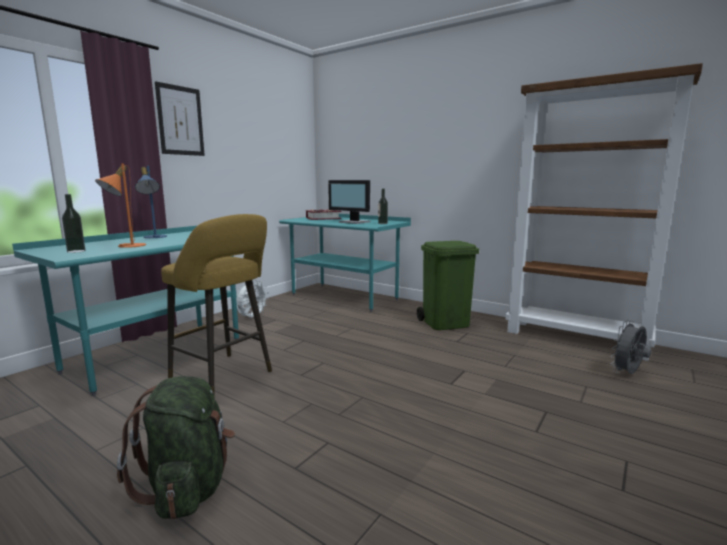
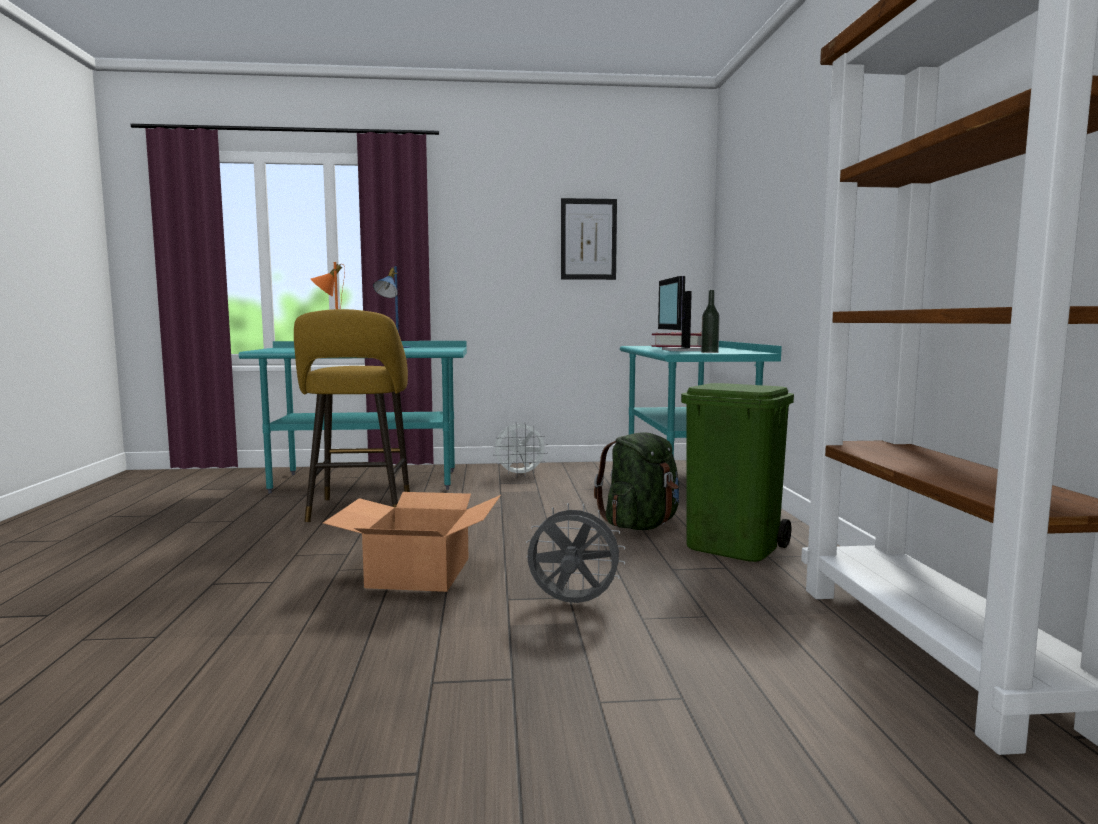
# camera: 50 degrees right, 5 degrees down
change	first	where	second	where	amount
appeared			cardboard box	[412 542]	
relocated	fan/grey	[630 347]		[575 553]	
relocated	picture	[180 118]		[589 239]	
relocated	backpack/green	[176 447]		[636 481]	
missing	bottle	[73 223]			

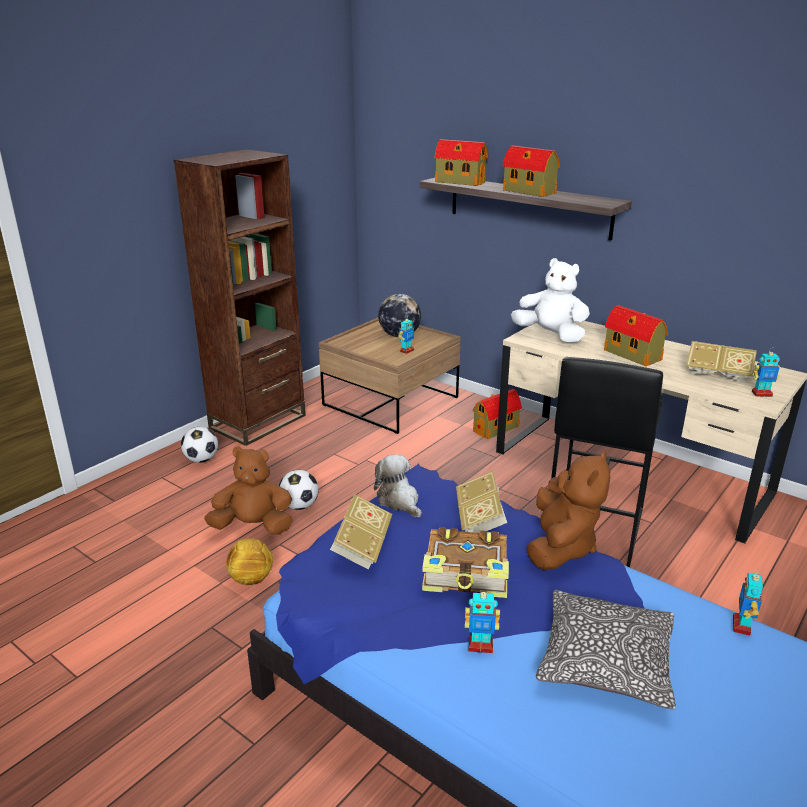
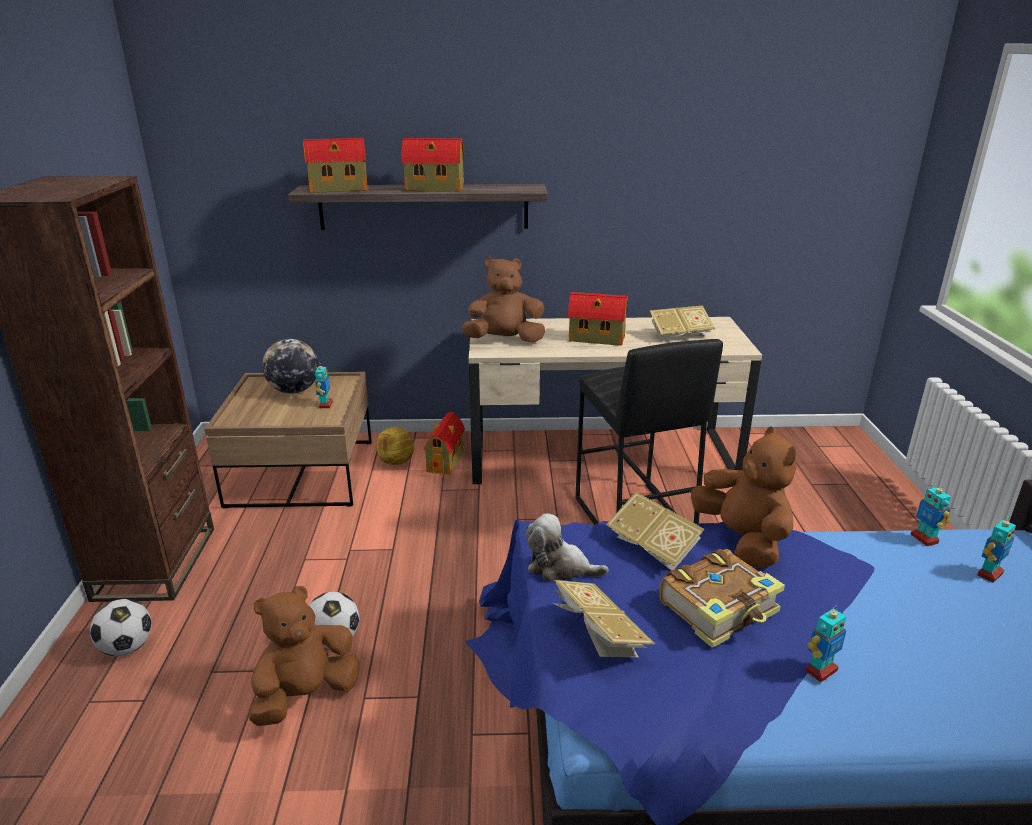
# camera: 40 degrees left, 0 degrees up
change	first	where	second	where	amount
relocated	football	[250 561]		[395 446]	
colour	plush toy/white	[550 300]	plush toy/brown	[503 300]	
relocated	toy robot	[766 373]		[996 549]	
missing	pillow	[606 650]			

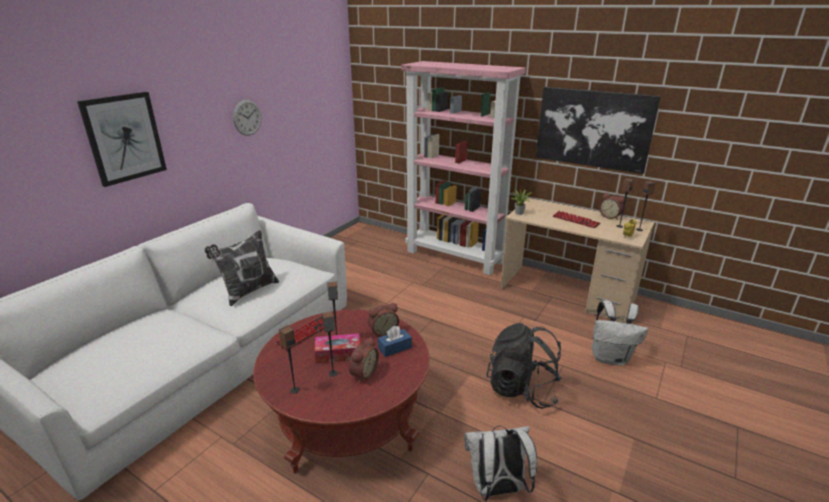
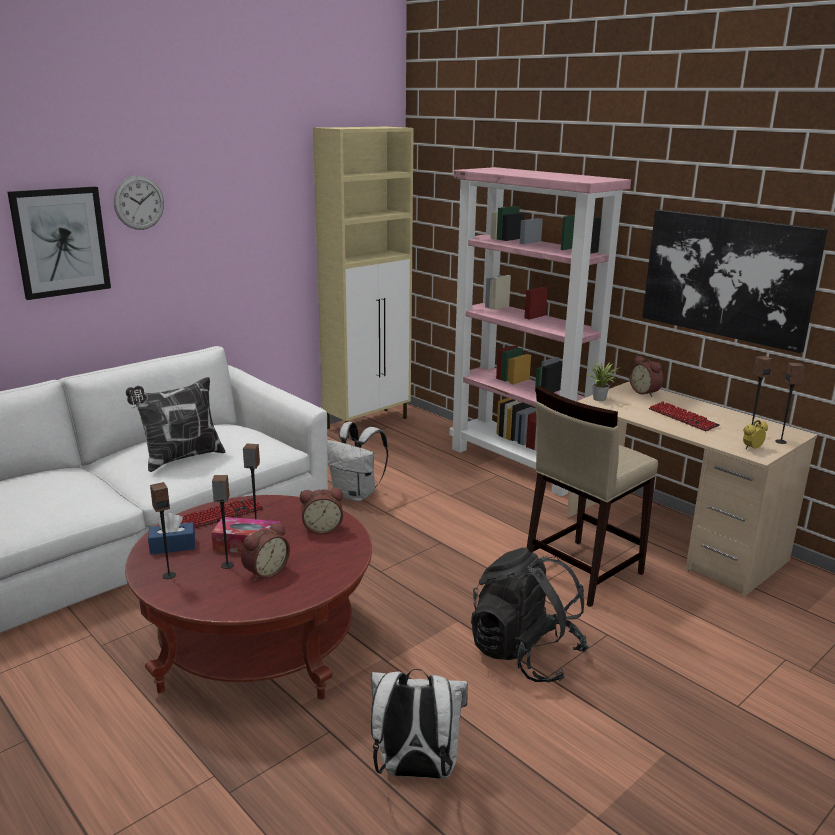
# camera: 15 degrees right, 5 degrees down
change	first	where	second	where	amount
relocated	wall clock	[247 118]		[139 203]	
relocated	tissue box/blue	[395 341]		[171 534]	
appeared			cabinet/beige	[363 282]	
relocated	backpack/white	[619 333]		[357 462]	
appeared			stool/beige	[592 496]	
relocated	alarm clock	[612 206]		[646 376]	

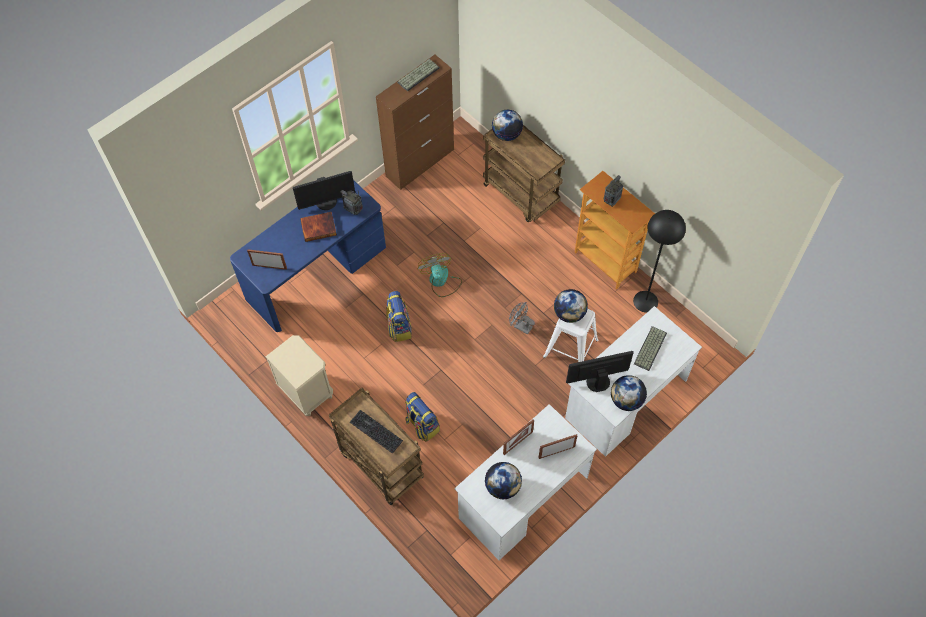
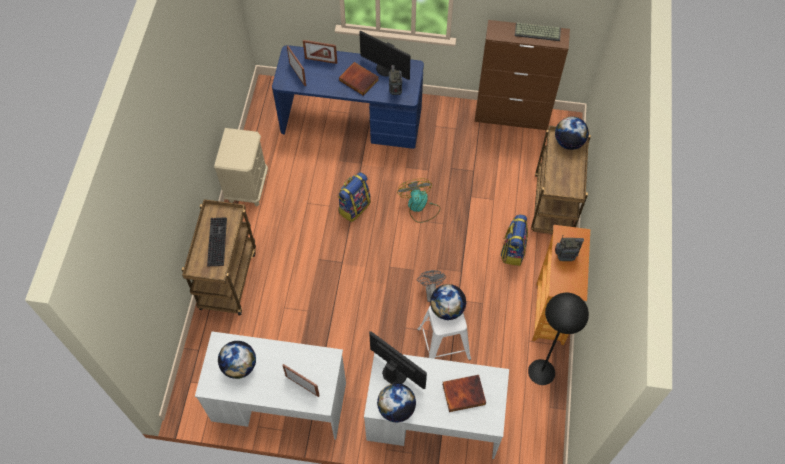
# camera: 50 degrees right, 0 degrees up
change	first	where	second	where	amount
relocated	picture frame	[518 437]		[320 52]	
spun	fan	[439 275]		[419 201]	45 degrees counterclockwise
exchanged	keyboard	[650 348]	book	[464 393]	
relocated	backpack	[422 417]		[514 240]	

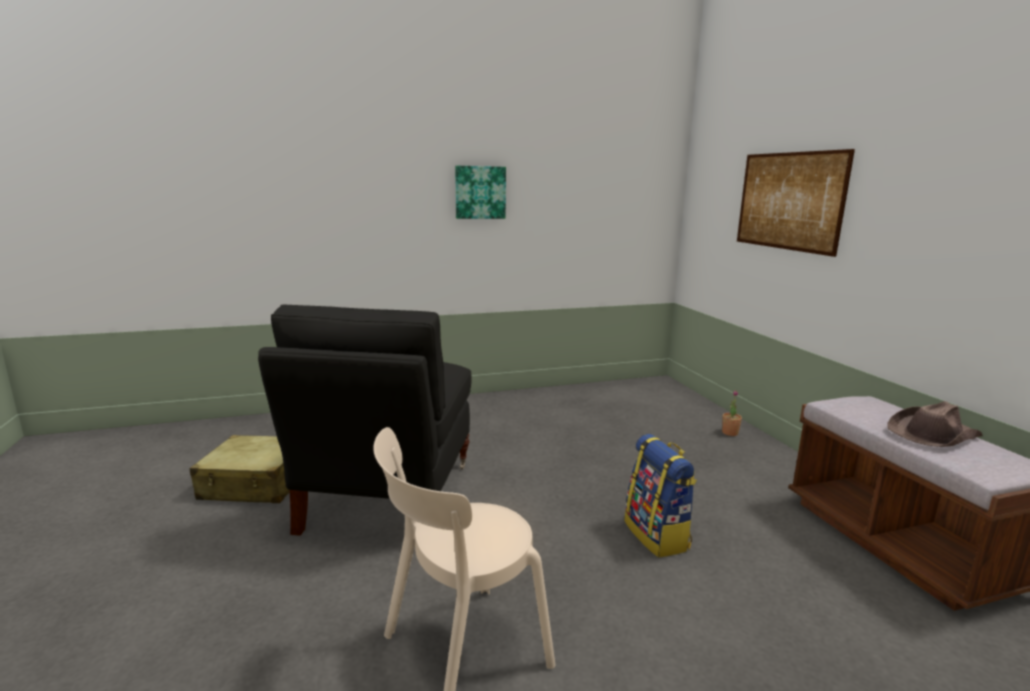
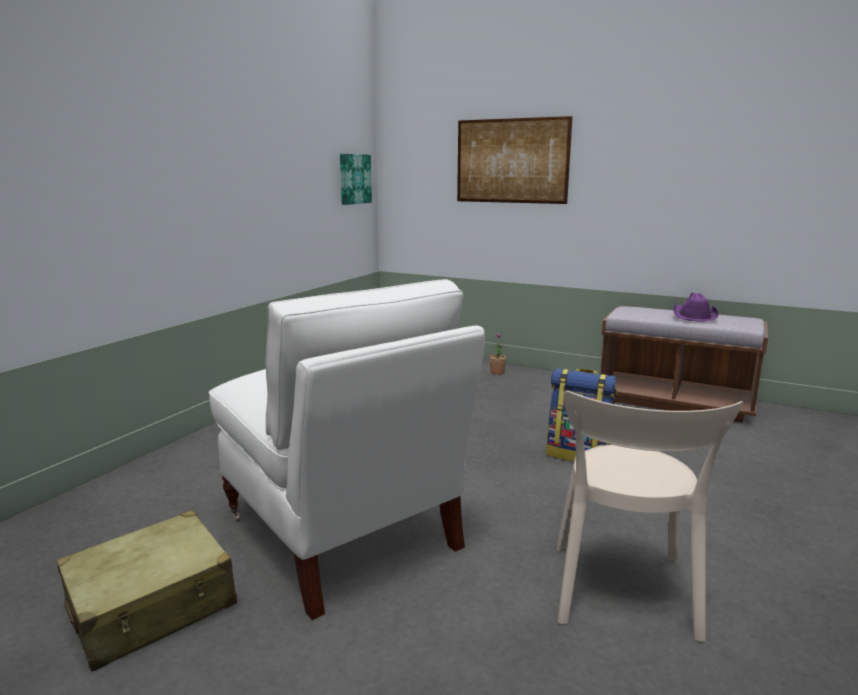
# camera: 45 degrees left, 0 degrees up
change	first	where	second	where	amount
colour	armchair/black	[365 420]	armchair/white	[347 449]	
relocated	picture	[480 192]		[356 179]	
colour	hat/brown	[935 424]	hat/purple	[696 307]	

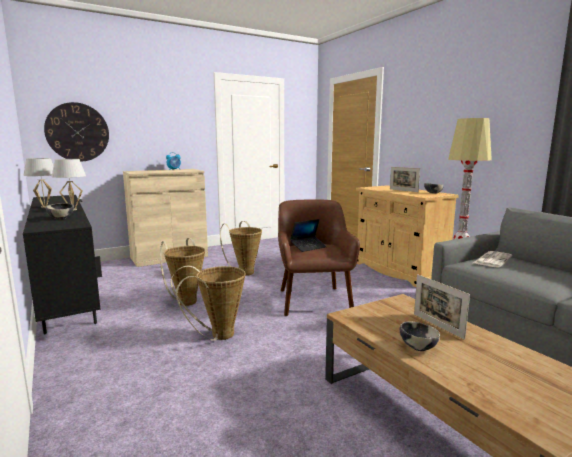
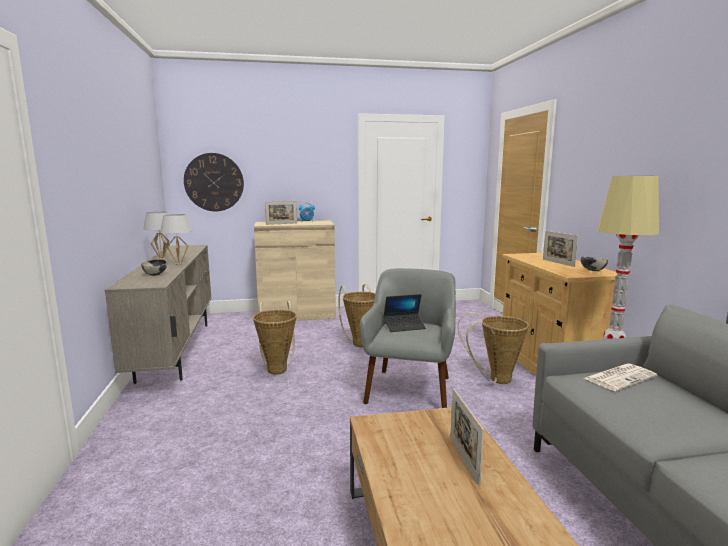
# camera: 20 degrees right, 0 degrees up
change	first	where	second	where	amount
colour	tv stand/black	[62 265]	tv stand/beige	[158 314]	
appeared			picture frame	[281 213]	
colour	armchair/brown	[319 257]	armchair/grey	[408 338]	
relocated	basket	[208 303]		[493 348]	
missing	bowl	[420 336]			

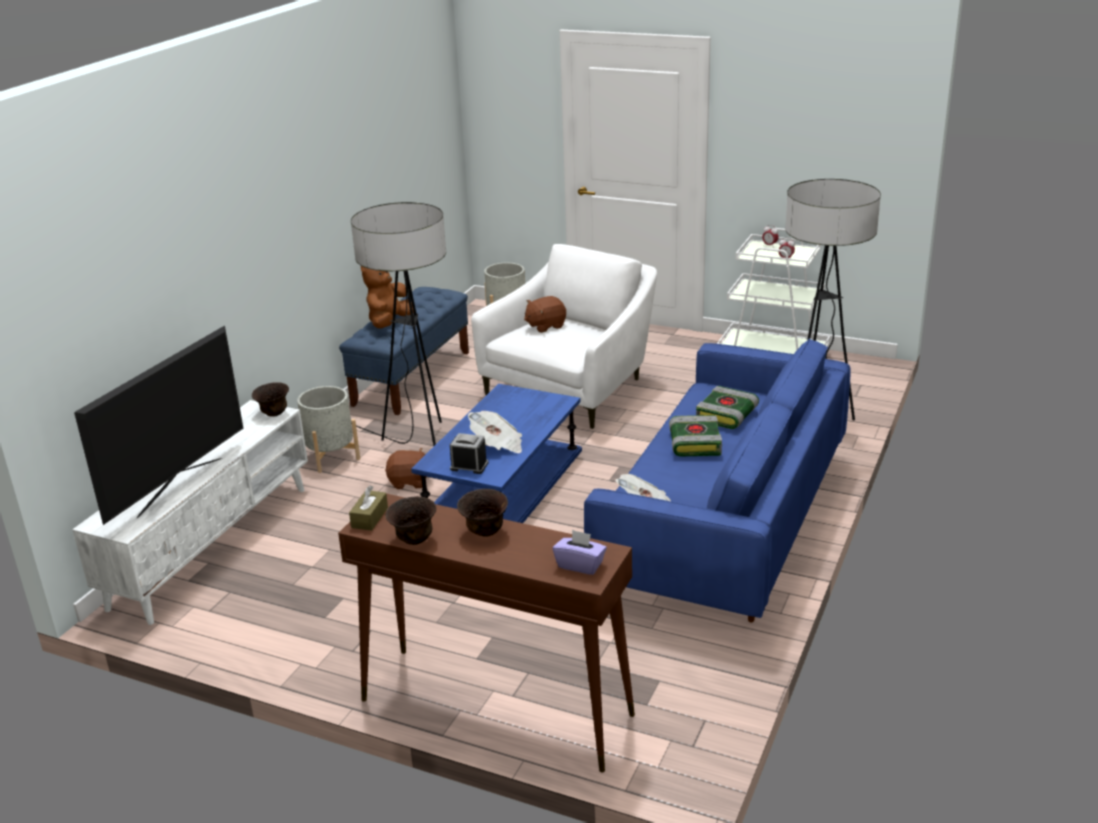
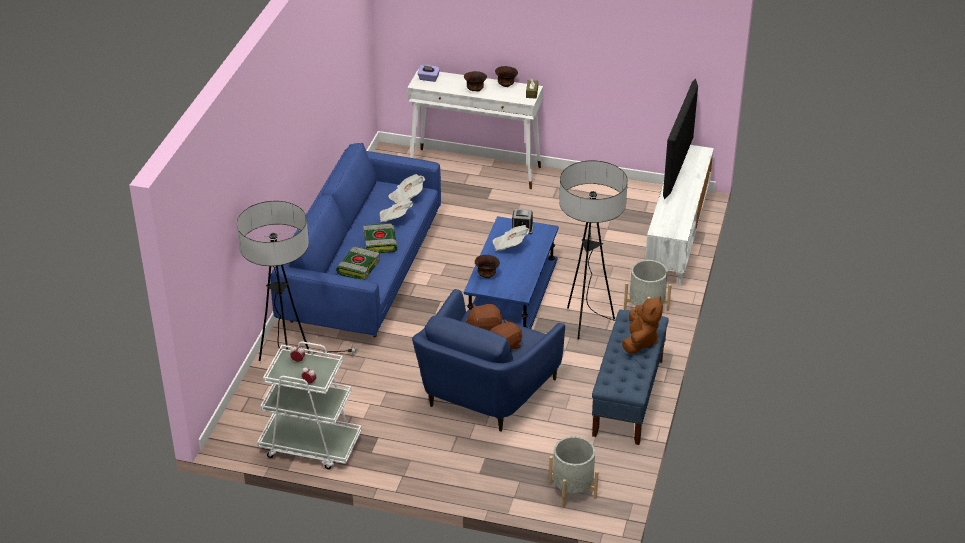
# camera: 170 degrees right, 10 degrees up
change	first	where	second	where	amount
appeared			newspaper	[396 210]	
colour	console table/brown	[486 632]	console table/white	[475 129]	
colour	armchair/white	[564 336]	armchair/blue	[488 360]	
relocated	plush toy/brown	[406 468]		[484 317]	
relocated	bowl/brown	[270 399]		[487 266]	

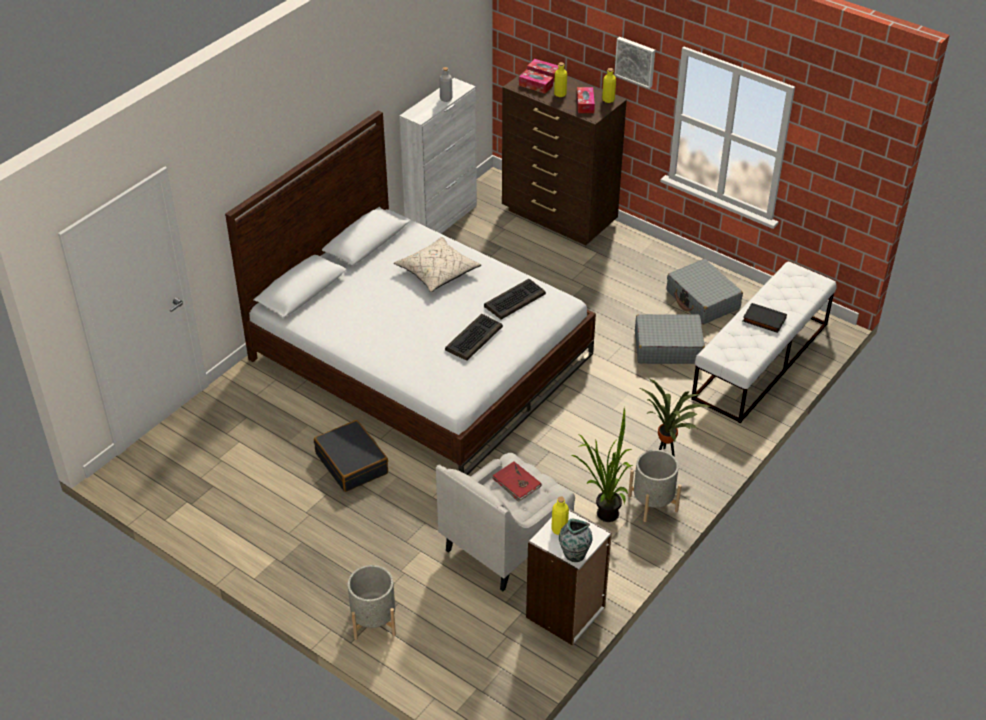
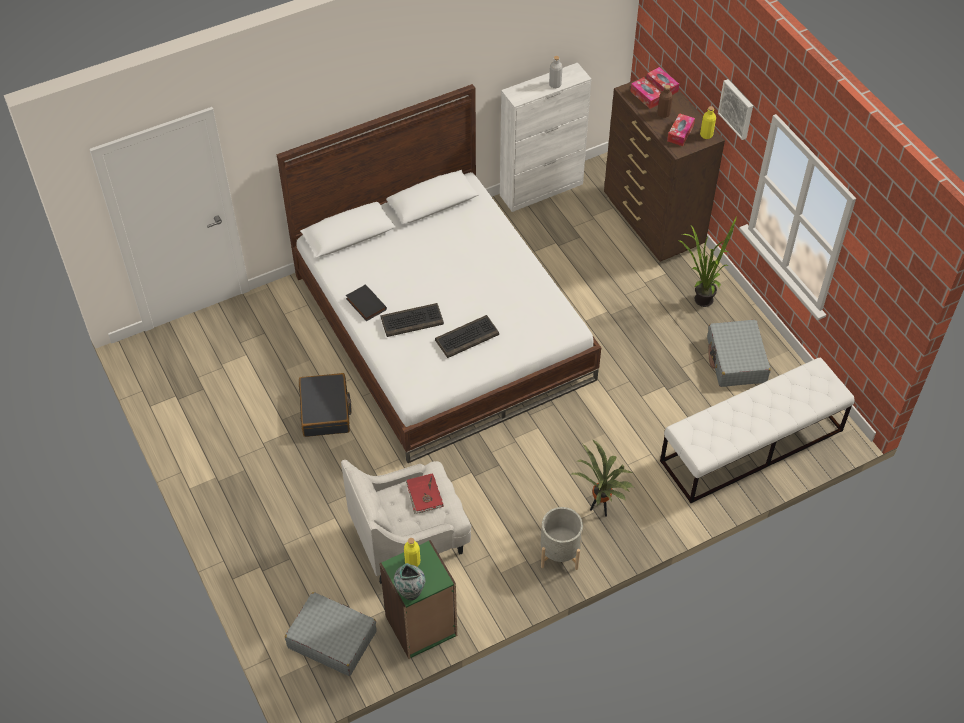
# camera: 25 degrees right, 10 degrees up
change	first	where	second	where	amount
relocated	suitcase/grey	[670 339]		[330 634]	
relocated	book/black	[765 318]		[366 302]	
colour	bookcase/white	[569 577]	bookcase/green	[418 599]	
relocated	keyboard	[515 299]		[412 320]	
colour	bottle/yellow	[560 79]	bottle/brown	[665 101]	
relocated	potted plant	[602 465]		[708 261]	
missing	planter/grey	[372 602]			
missing	pillow/beige	[437 264]			

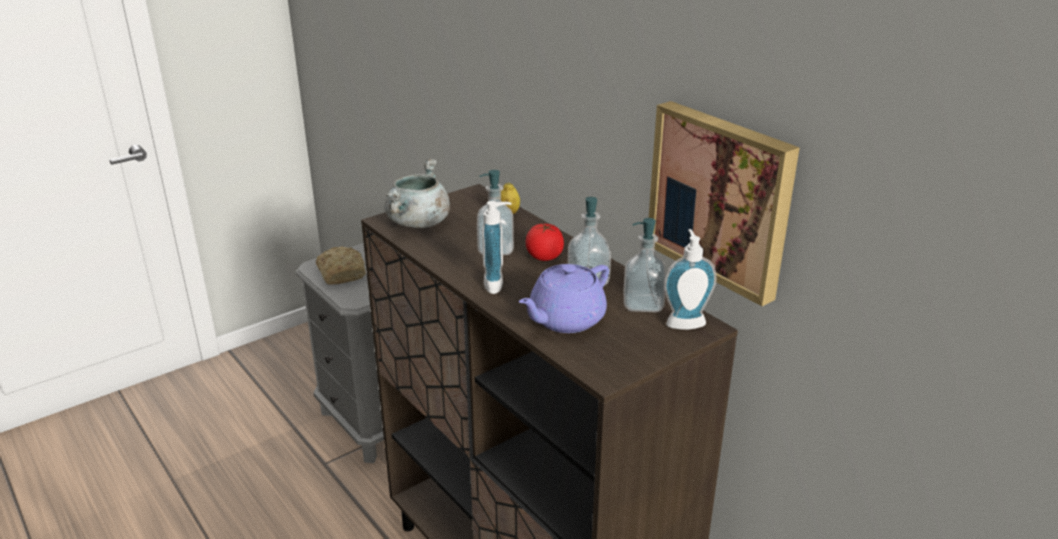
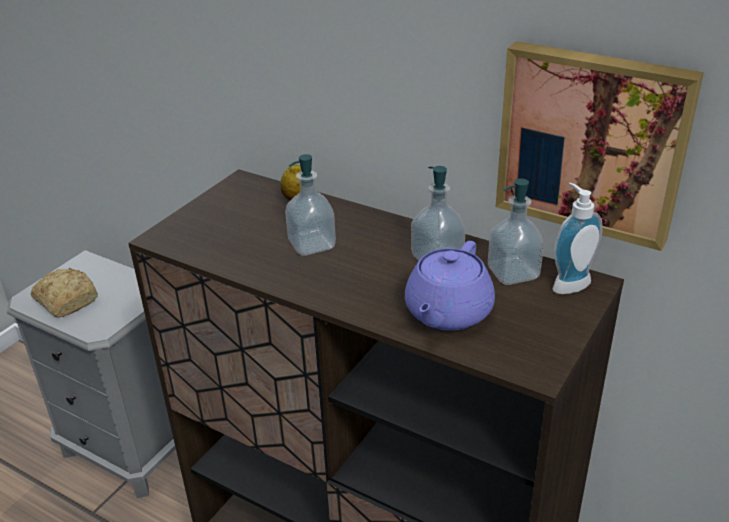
# camera: 20 degrees left, 5 degrees up
change	first	where	second	where	amount
missing	cooking pot/grey	[417 193]			
missing	soap dispenser	[497 247]			
missing	tomato	[545 242]			

